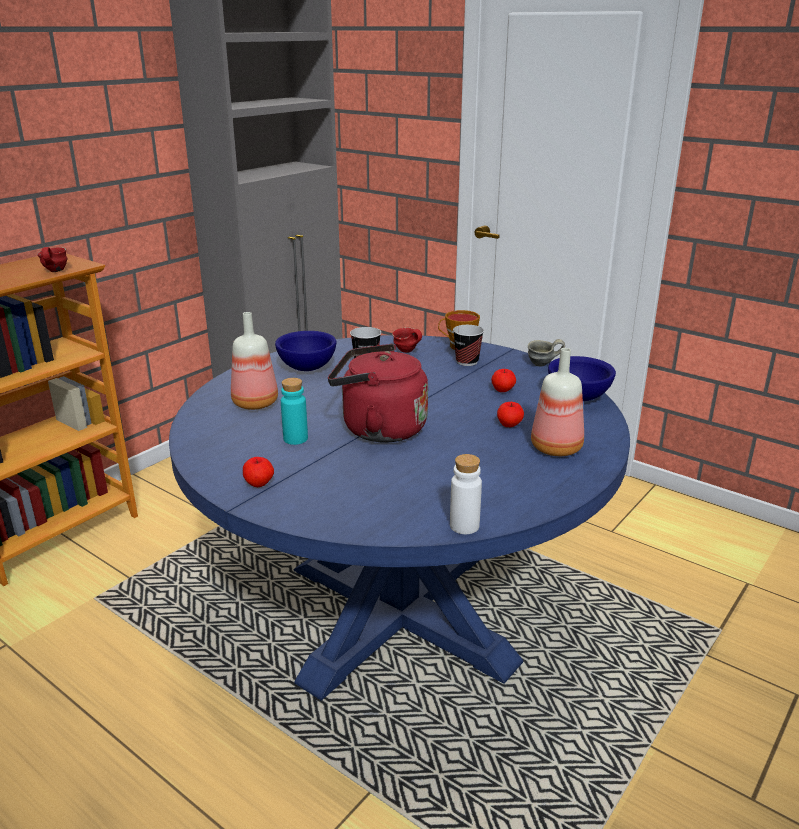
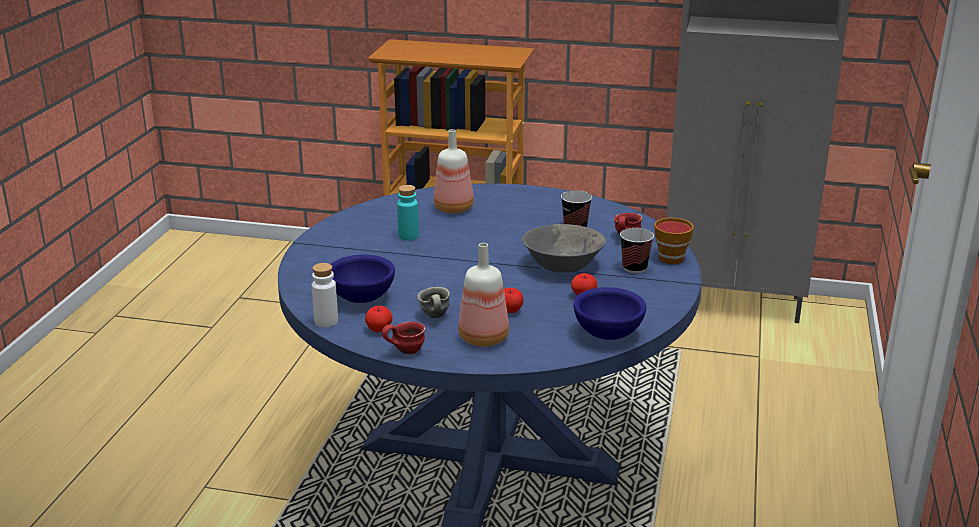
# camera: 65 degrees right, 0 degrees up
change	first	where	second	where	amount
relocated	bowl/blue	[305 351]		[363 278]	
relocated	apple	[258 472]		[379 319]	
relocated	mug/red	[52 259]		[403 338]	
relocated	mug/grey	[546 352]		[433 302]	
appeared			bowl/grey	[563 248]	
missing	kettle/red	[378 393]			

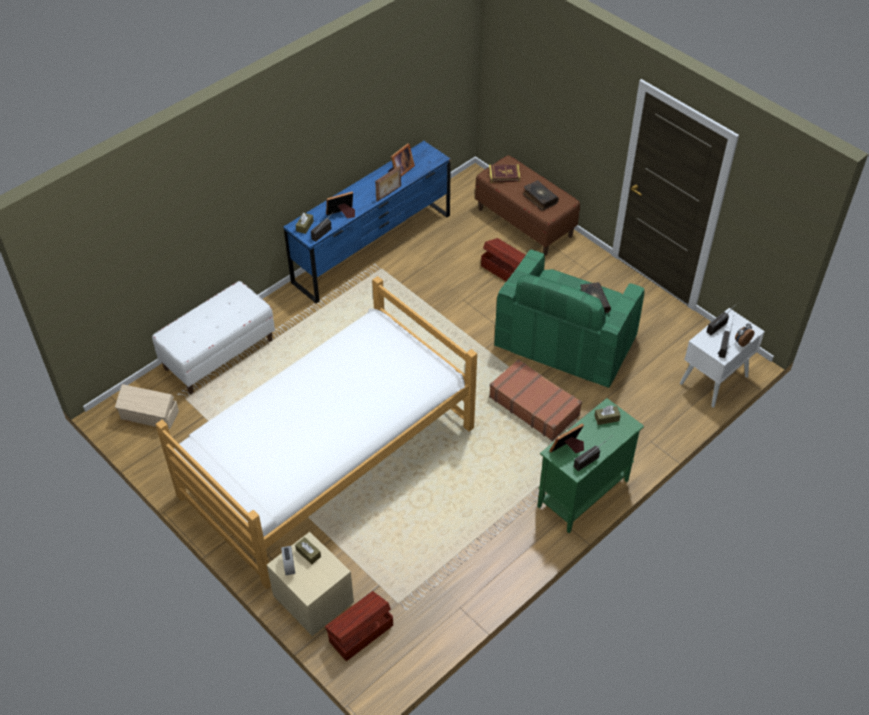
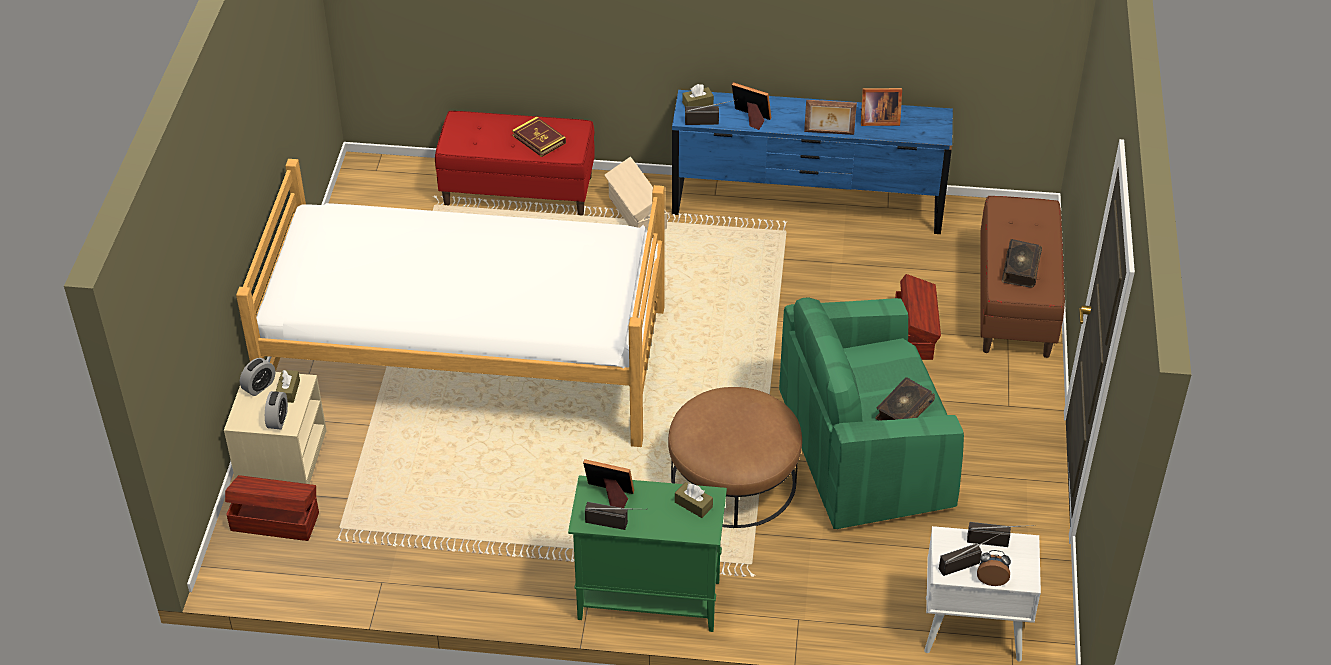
# camera: 50 degrees right, 5 degrees down
change	first	where	second	where	amount
appeared			alarm clock	[276 410]	
colour	bench/white	[213 337]	bench/red	[515 163]	
relocated	book	[504 173]		[539 136]	
relocated	storage box/beige	[147 407]		[636 193]	
exchanged	suitcase/brown	[535 400]	ottoman/brown	[735 457]	

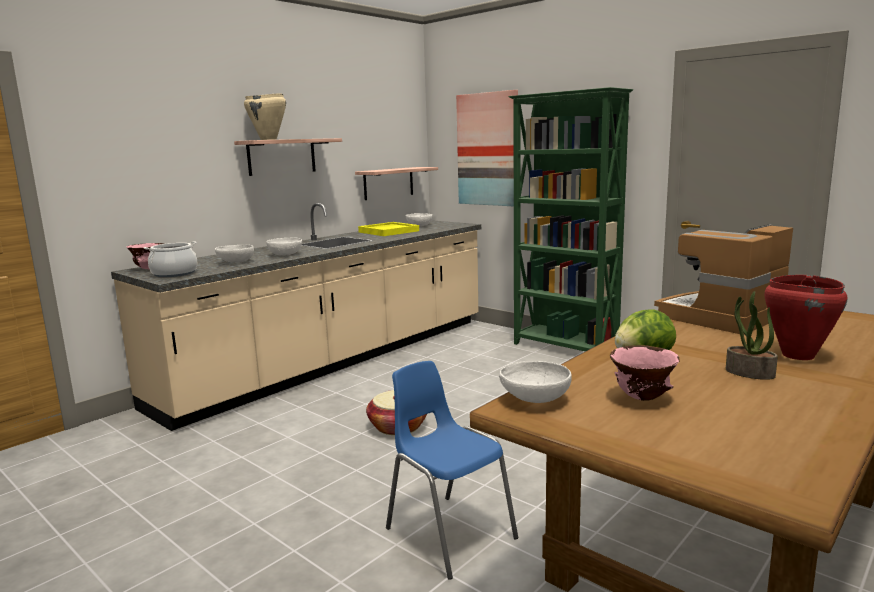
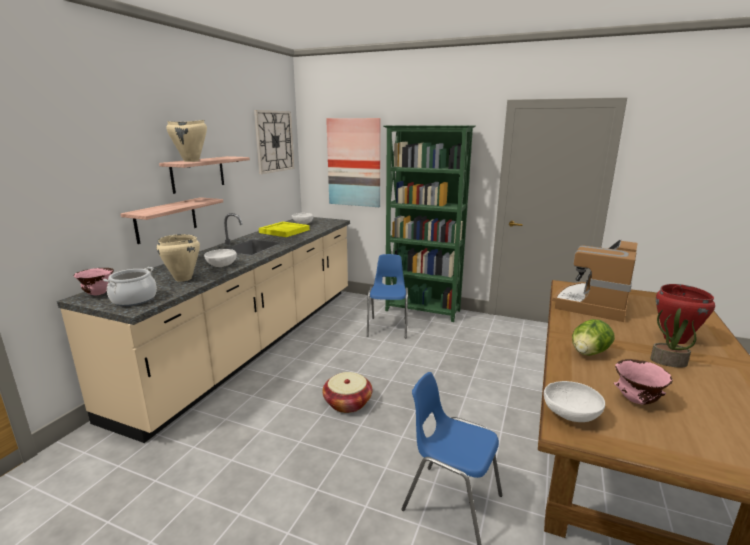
# camera: 20 degrees left, 5 degrees up
change	first	where	second	where	amount
relocated	shelf	[396 183]		[171 220]	
exchanged	bowl/white	[234 254]	cooking pot/beige	[178 258]	
appeared			wall clock	[274 142]	
appeared			chair/blue	[387 296]	

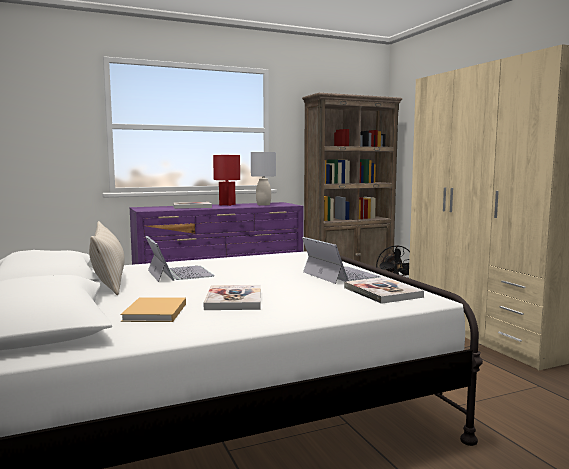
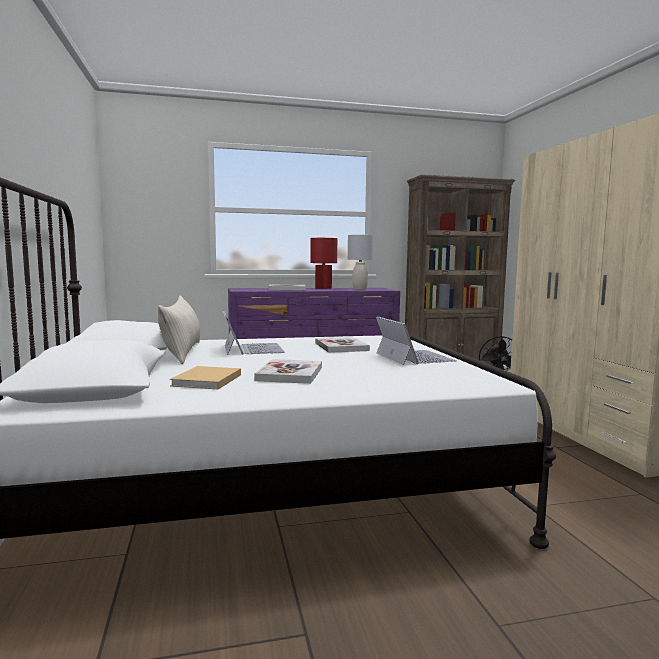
# camera: 10 degrees right, 0 degrees up
change	first	where	second	where	amount
relocated	book	[384 290]		[342 345]	

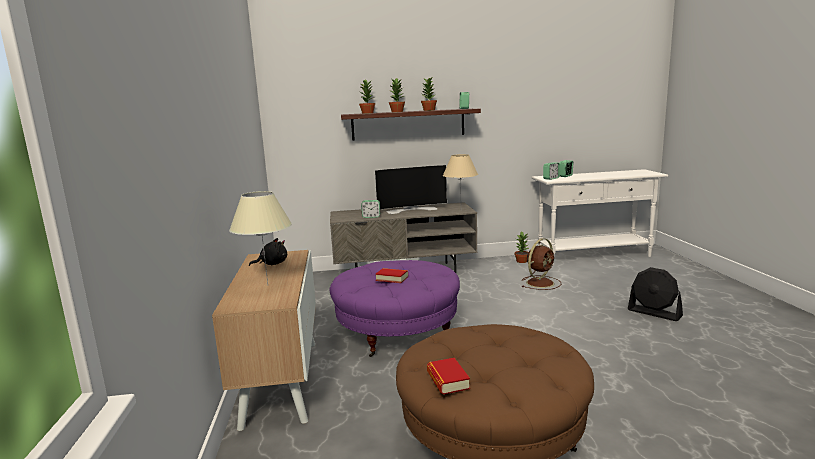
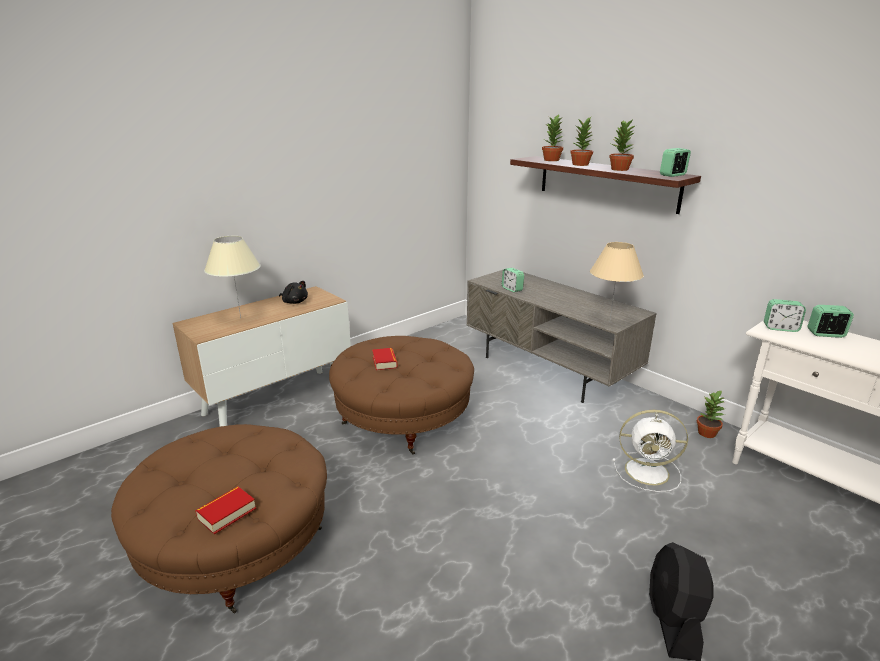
# camera: 55 degrees right, 10 degrees up
change	first	where	second	where	amount
relocated	book	[448 376]		[225 510]	
colour	ottoman/purple	[395 308]	ottoman/brown	[401 395]	
colour	fan/brown	[542 264]	fan/white	[650 451]	
missing	television	[411 189]			

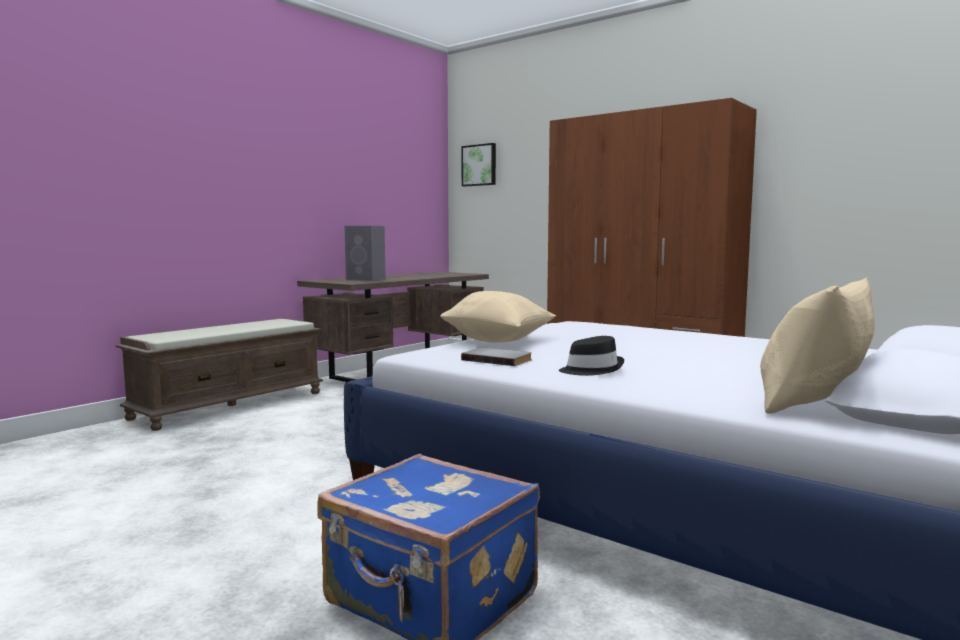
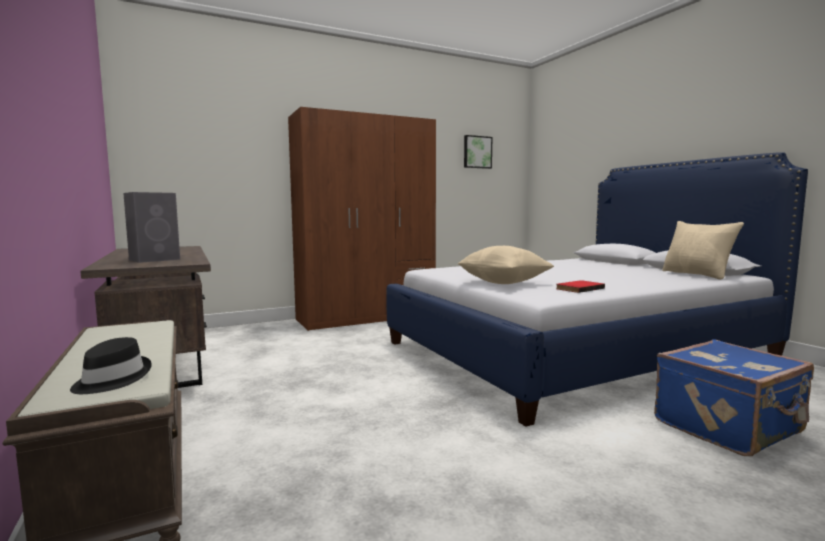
# camera: 65 degrees left, 0 degrees up
change	first	where	second	where	amount
relocated	hat/black	[591 356]		[111 365]	
relocated	picture	[479 165]		[478 152]	
colour	book/grey	[496 356]	book/red	[580 286]	

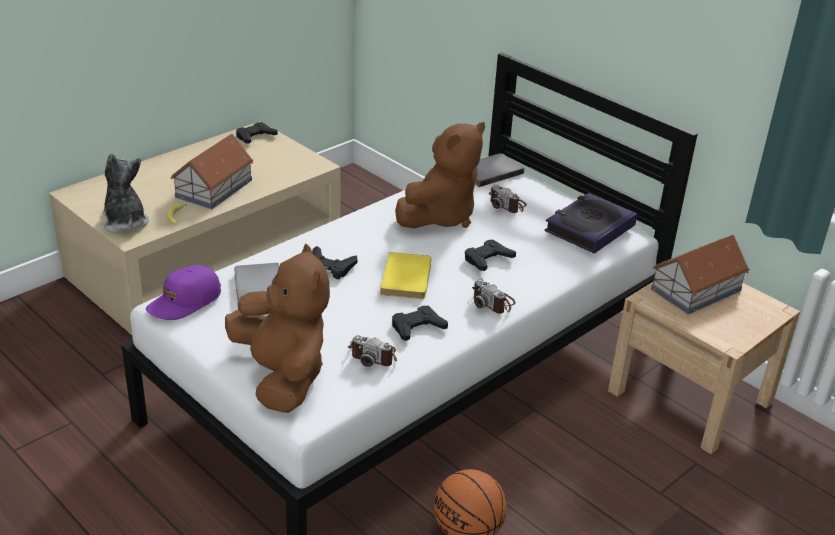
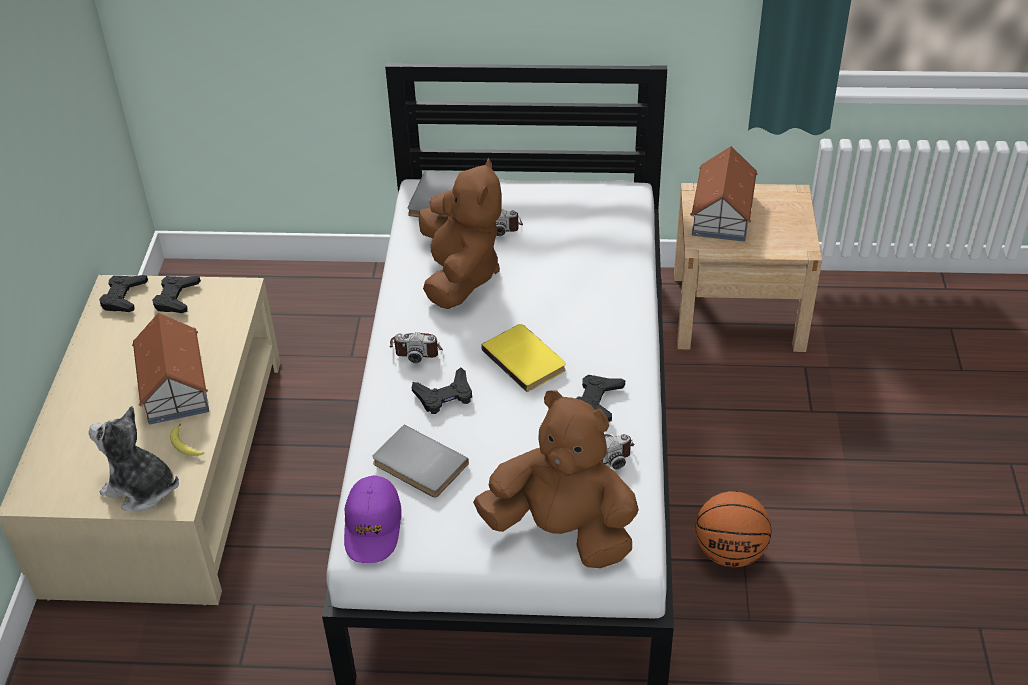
# camera: 40 degrees left, 10 degrees up
change	first	where	second	where	amount
relocated	game controller/black	[490 255]		[176 294]	
relocated	photo camera	[494 296]		[416 347]	
missing	book	[590 223]			

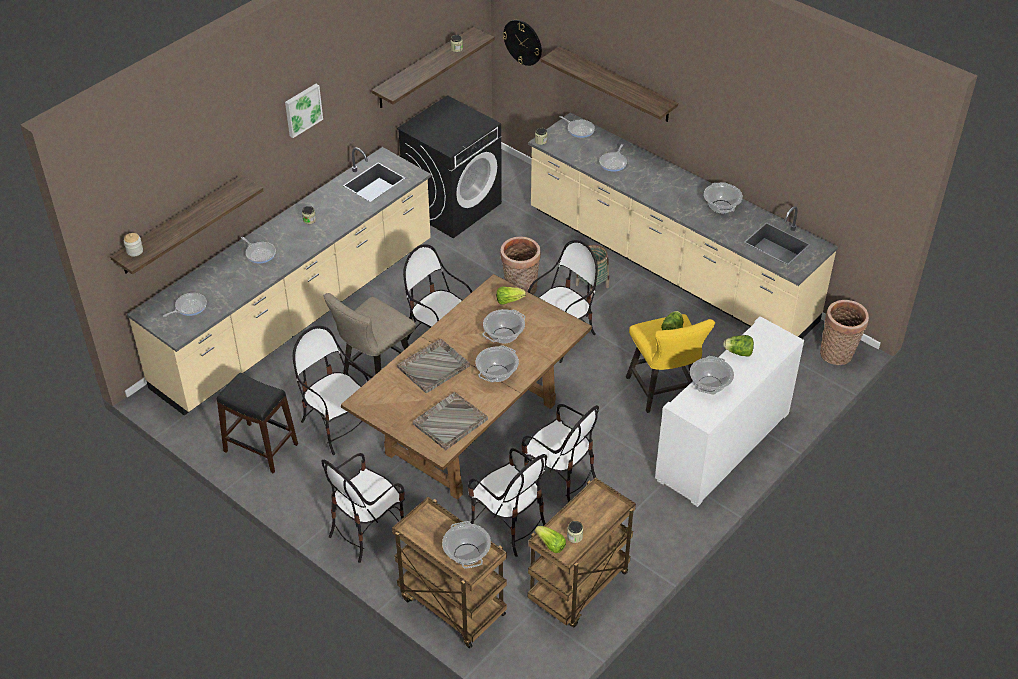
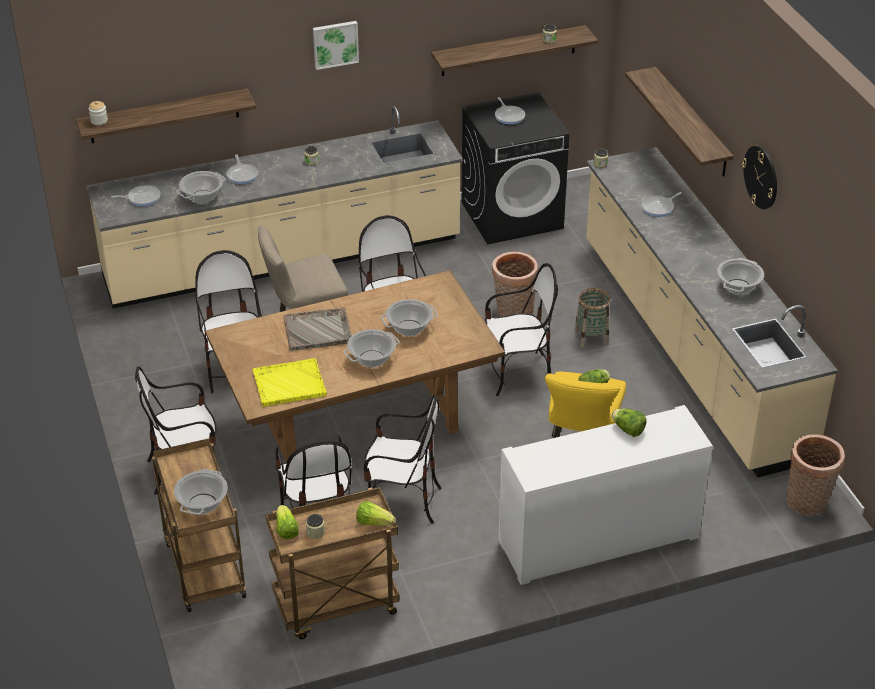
# camera: 30 degrees right, 5 degrees down
change	first	where	second	where	amount
relocated	cooking pot	[712 375]		[201 187]	
colour	tray/grey	[450 421]	tray/yellow	[290 382]	
relocated	lettuce	[511 295]		[375 513]	
spun	chair	[560 453]		[403 459]	60 degrees counterclockwise
relocated	frying pan	[577 127]		[510 110]	
relocated	wall clock	[522 43]		[759 177]	
missing	stool/black	[257 423]			

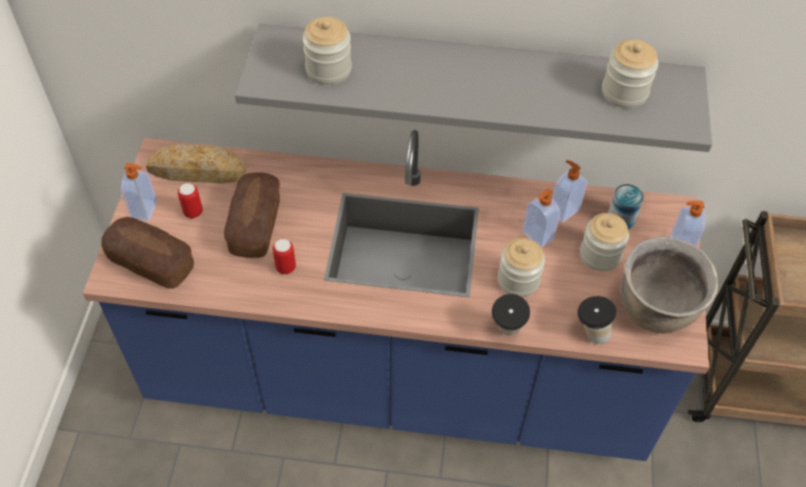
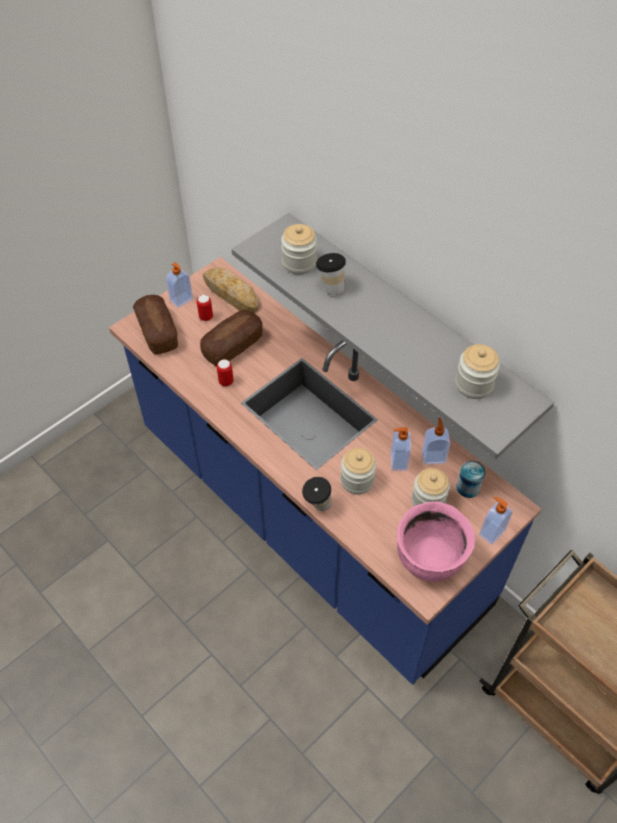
# camera: 40 degrees right, 0 degrees up
change	first	where	second	where	amount
relocated	cup	[596 320]		[331 274]	
colour	cooking pot/brown	[669 285]	cooking pot/pink	[436 541]	

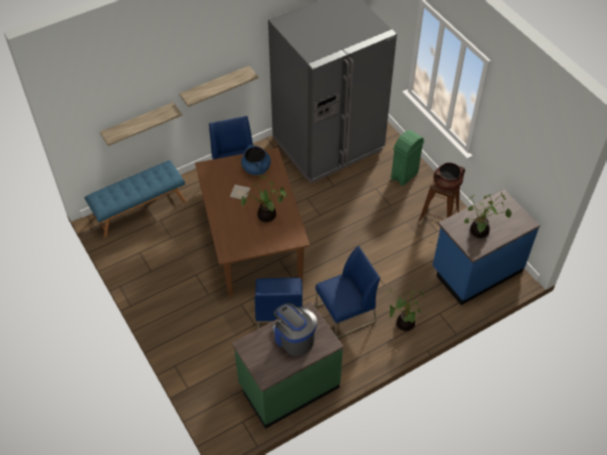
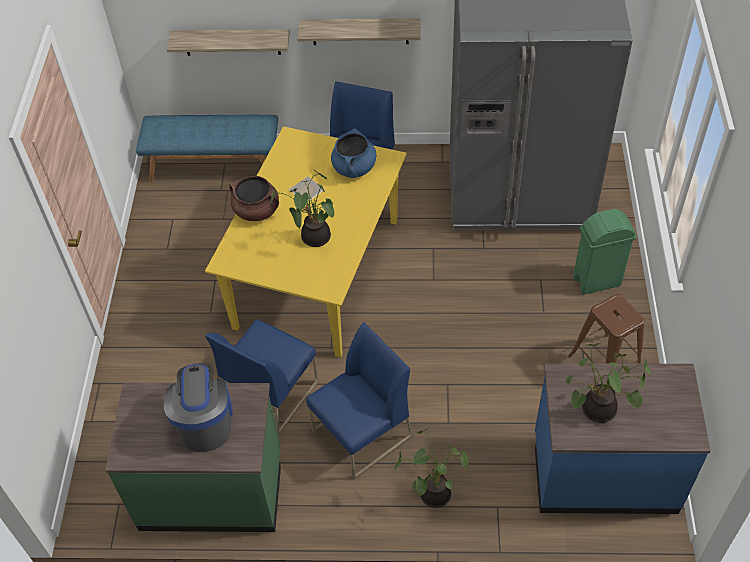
# camera: 35 degrees right, 0 degrees up
change	first	where	second	where	amount
colour	dining table/brown	[252 222]	dining table/yellow	[306 242]	
relocated	cooking pot/brown	[449 177]		[254 198]	
spun	chair/blue	[347 292]		[359 400]	45 degrees counterclockwise

